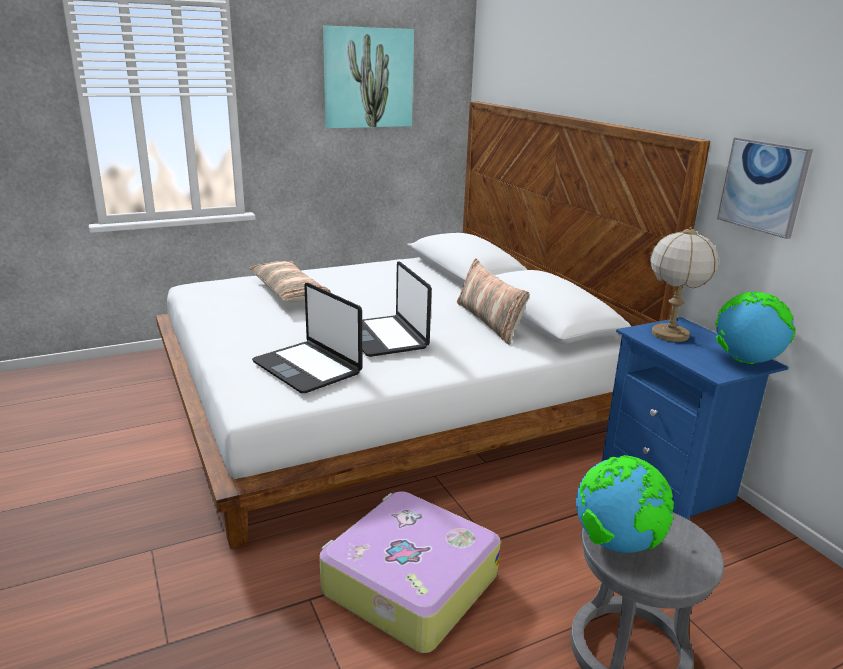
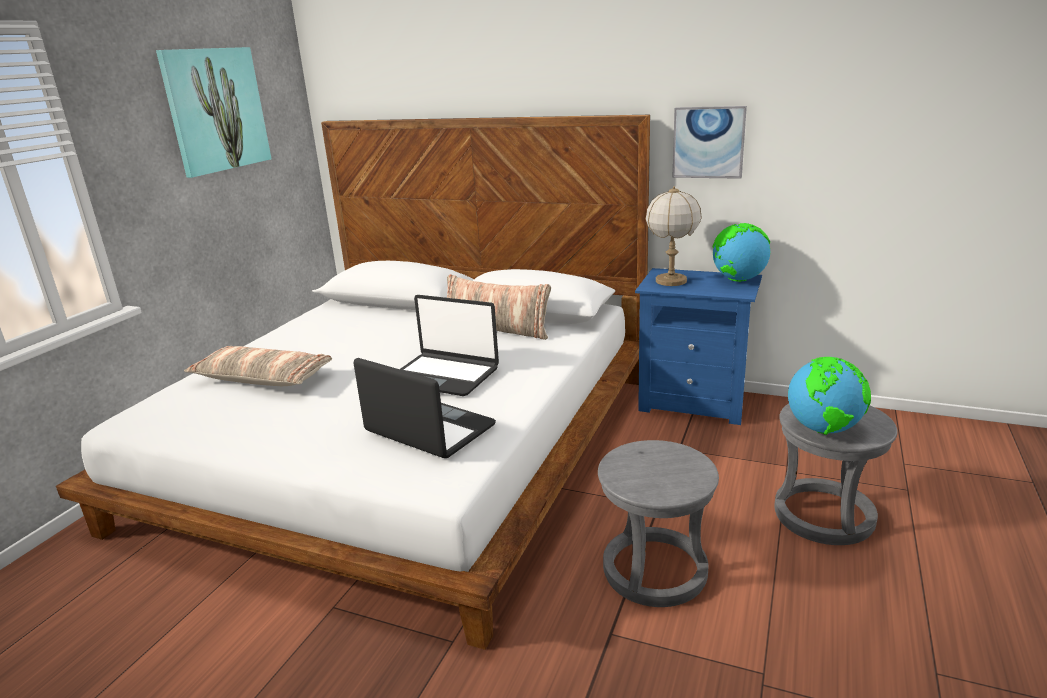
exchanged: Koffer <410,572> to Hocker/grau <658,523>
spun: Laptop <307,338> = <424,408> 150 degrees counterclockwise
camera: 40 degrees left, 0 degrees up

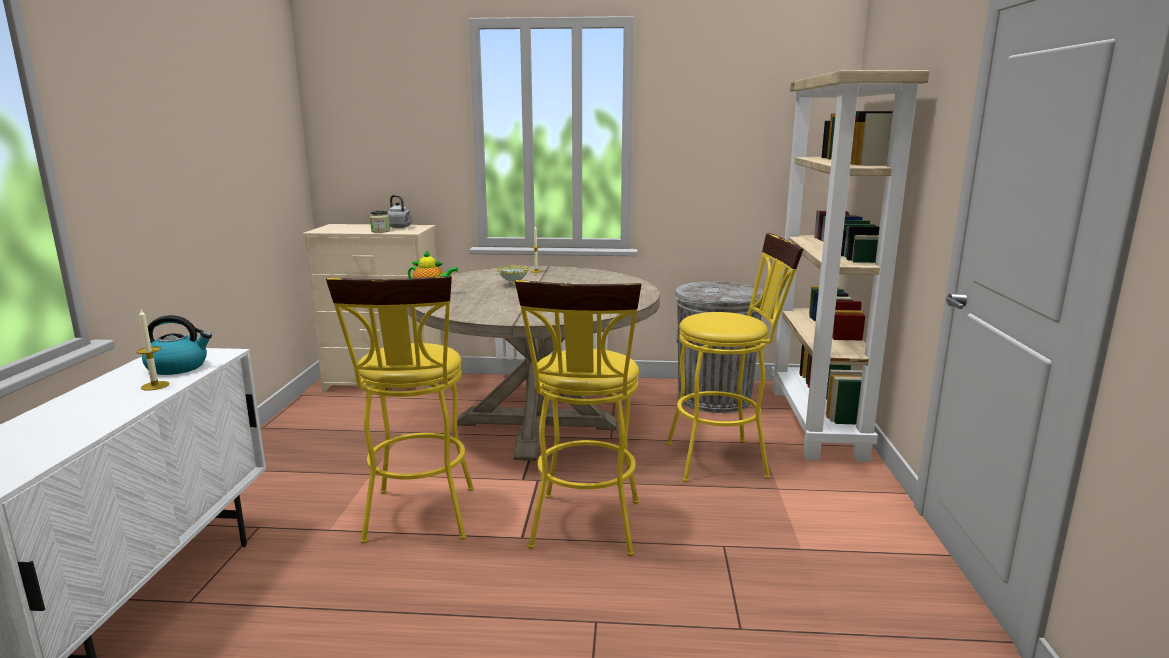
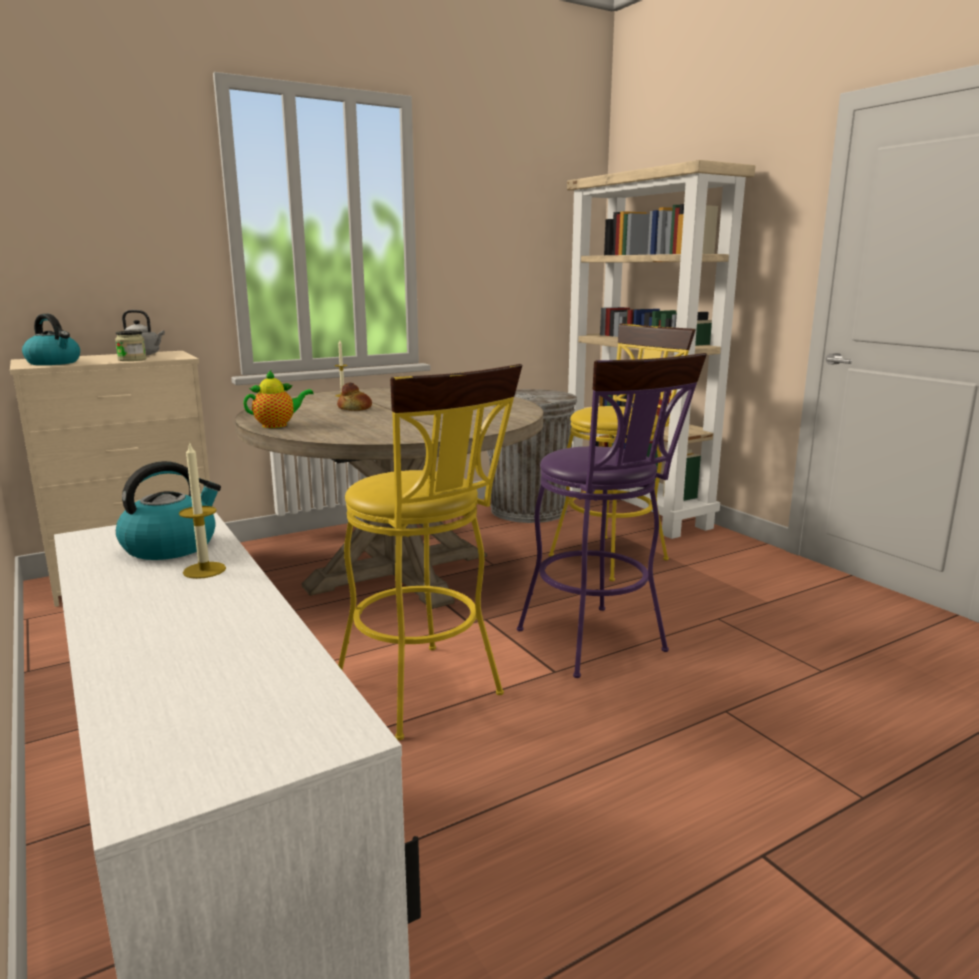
appeared: Wasserkessel <51,339>
exchanged: Schüssel <513,275> to Brot <354,397>
colour: Hocker/gelb <578,418> to Hocker/lila <612,515>
camera: 35 degrees left, 0 degrees up

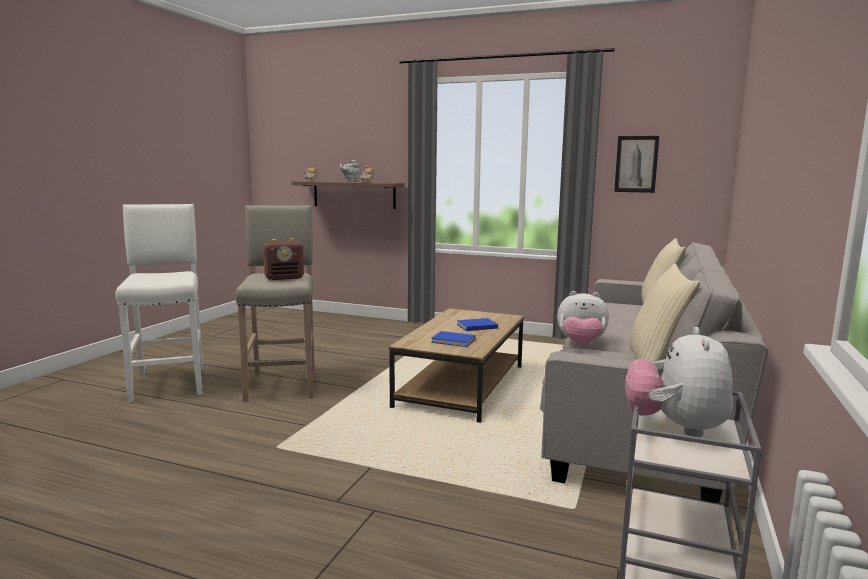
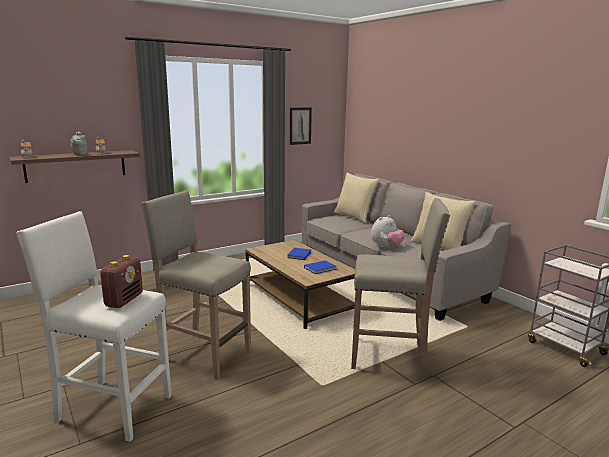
missing: Plüschtier <679,382>
appeared: Hocker/beige <400,287>
relocated: Radio <283,259> to <121,281>
camera: 55 degrees left, 5 degrees up

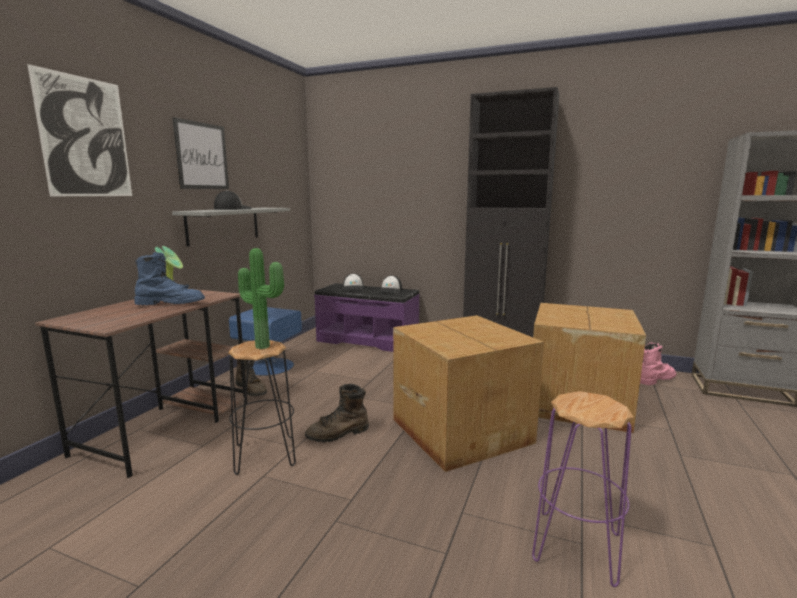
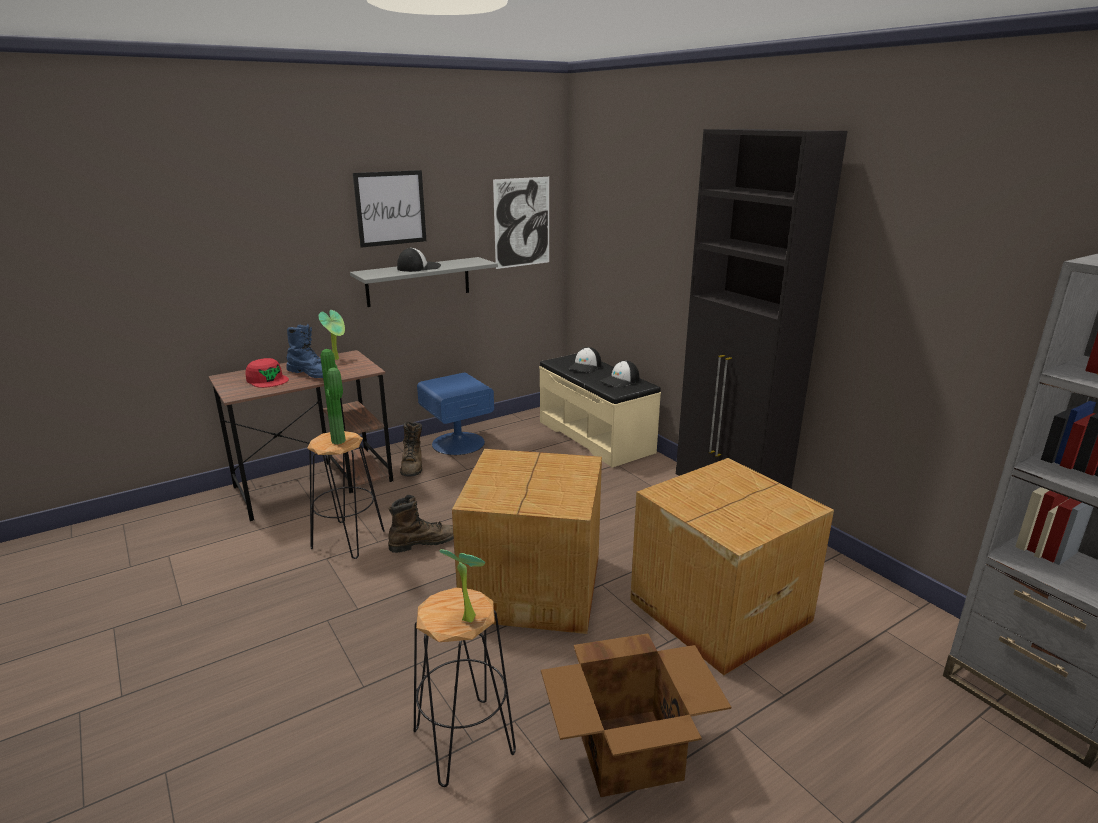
missing: Stiefel/rosa <658,364>
appeared: Kappe/rot <267,373>; Topfpflanze <462,586>; Karton <636,715>
relocated: Bild <79,130> to <521,223>
colour: Bank/lila <367,317> to Bank/beige <600,410>; Hocker/lila <583,489> to Hocker/schwarz <465,687>
spun: Stiefel/braun <337,413> = <421,524> 150 degrees clockwise
camera: 35 degrees right, 10 degrees up

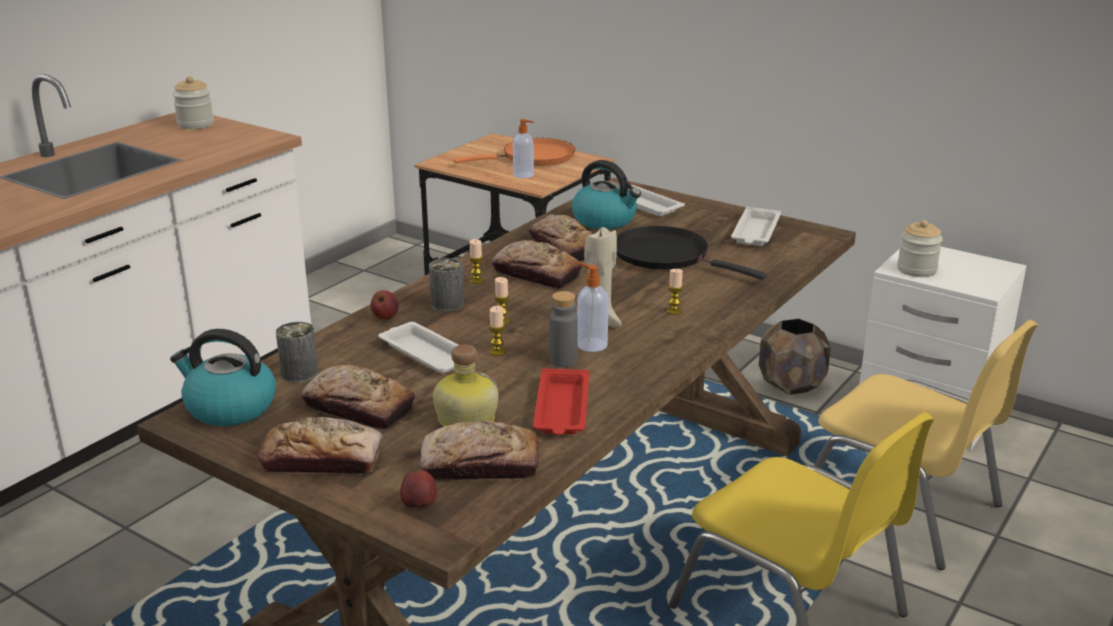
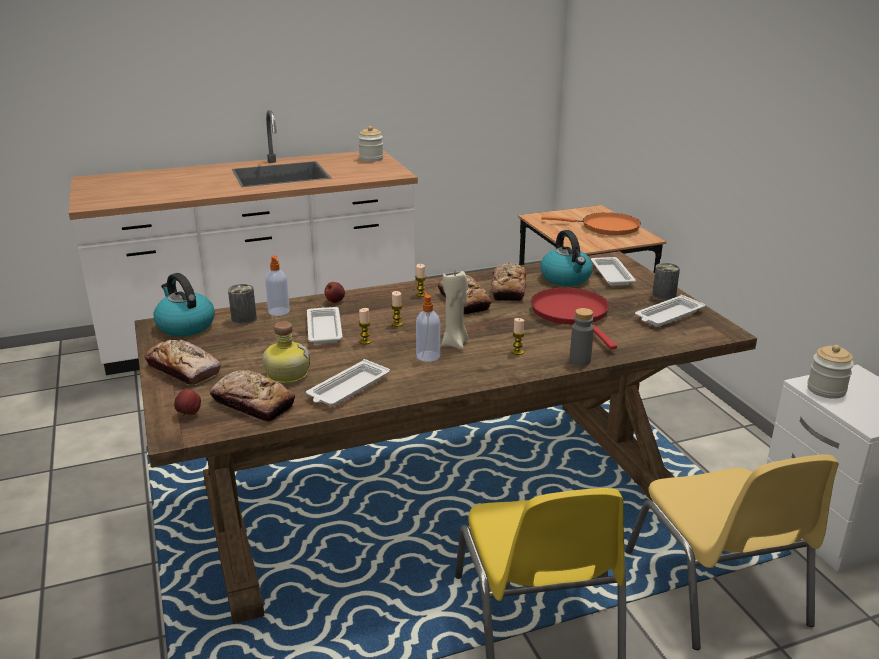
missing: Brot <358,397>; Pflanzkübel/braun <795,356>
relocated: Dose <446,285> to <666,282>; Seifenspender <523,148> to <277,285>; Flasche/grau <563,329> to <582,337>
colour: Tablett/rot <561,401> to Tablett/weiß <348,382>; Pfanne/schwarz <692,253> to Pfanne/rot <574,318>
camera: 35 degrees right, 0 degrees up

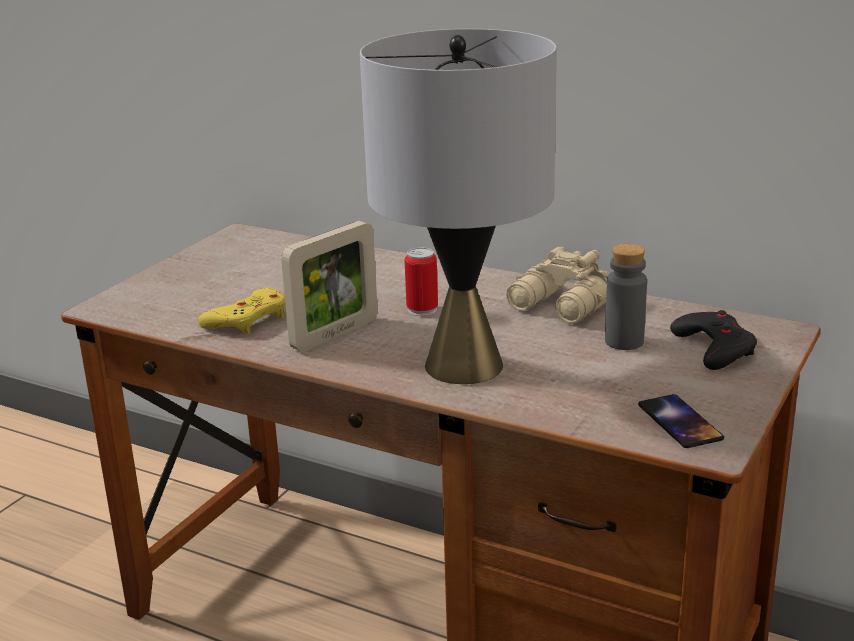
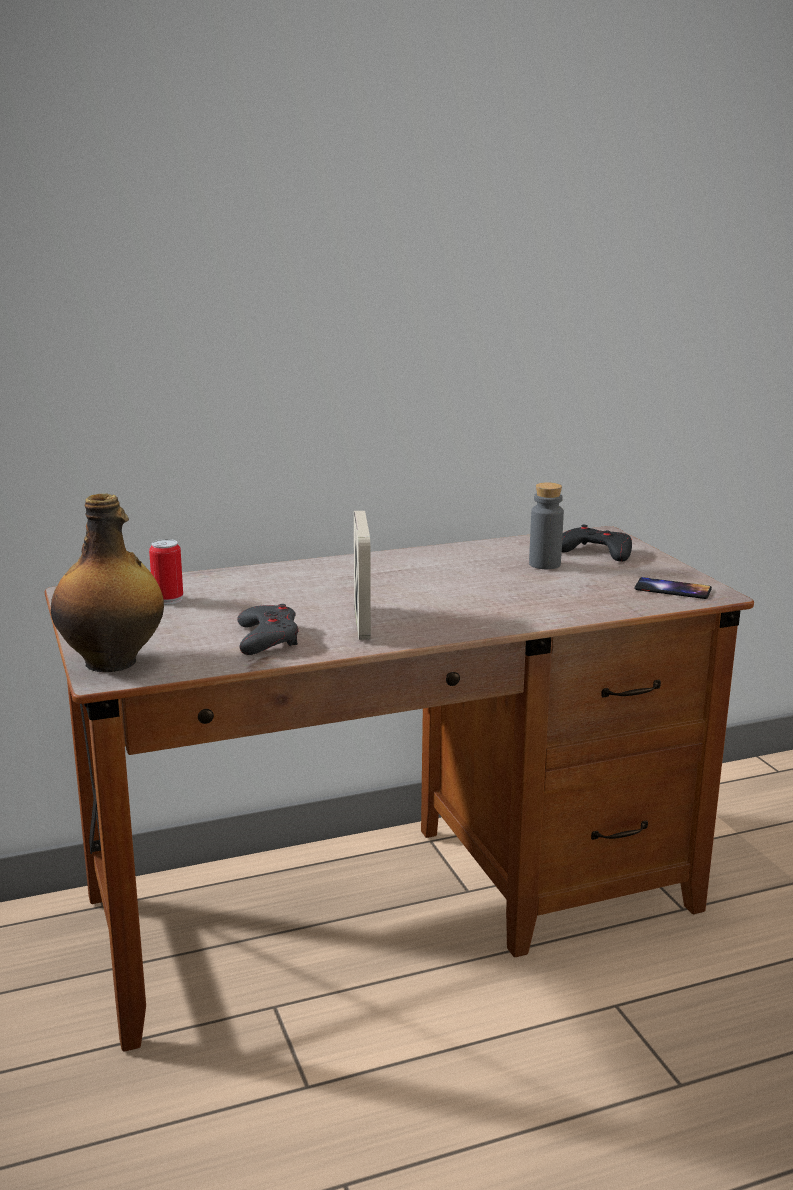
missing: Tischlampe/grau <458,206>; Fernglas/beige <558,285>
appeared: Flasche <107,583>
relocated: Dose <421,282> to <166,572>
colour: Gamepad/gelb <241,311> to Gamepad/grau <268,629>
camera: 50 degrees left, 5 degrees down

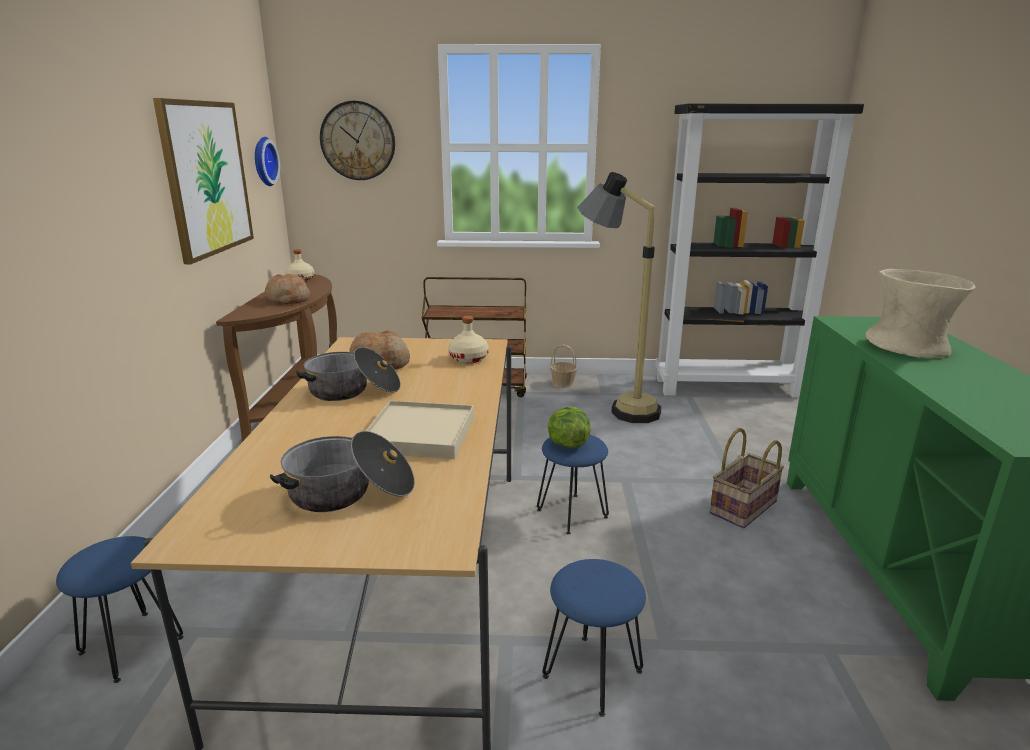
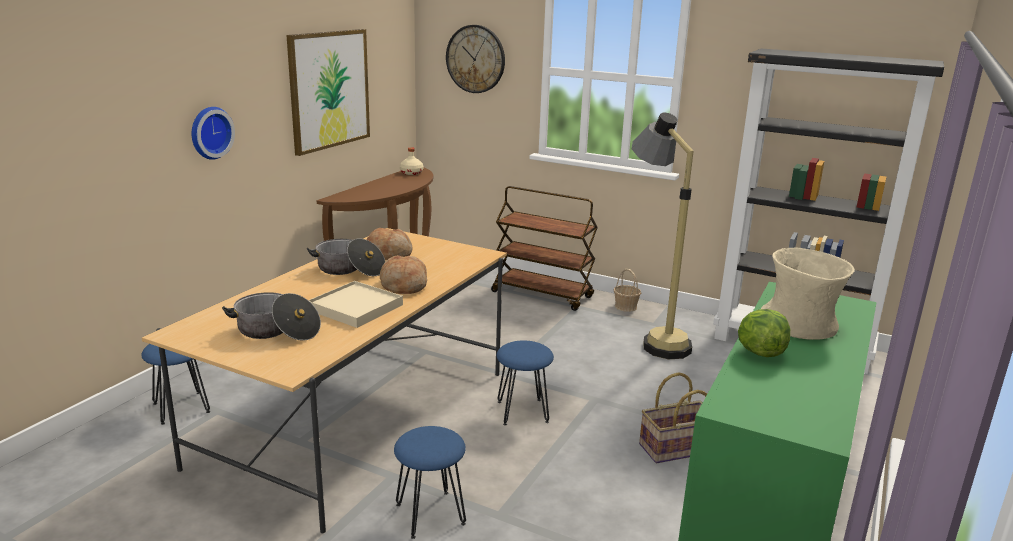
missing: Flasche/beige <468,339>
relocated: Wanduhr <267,161> to <213,133>; Brot <287,289> to <403,274>; Salatkopf <569,427> to <764,333>
camera: 25 degrees right, 0 degrees up

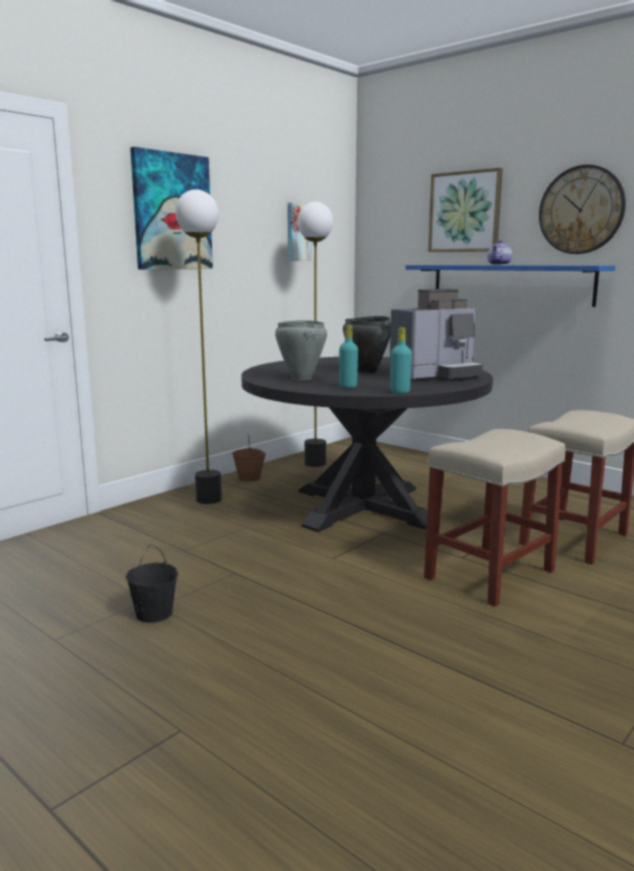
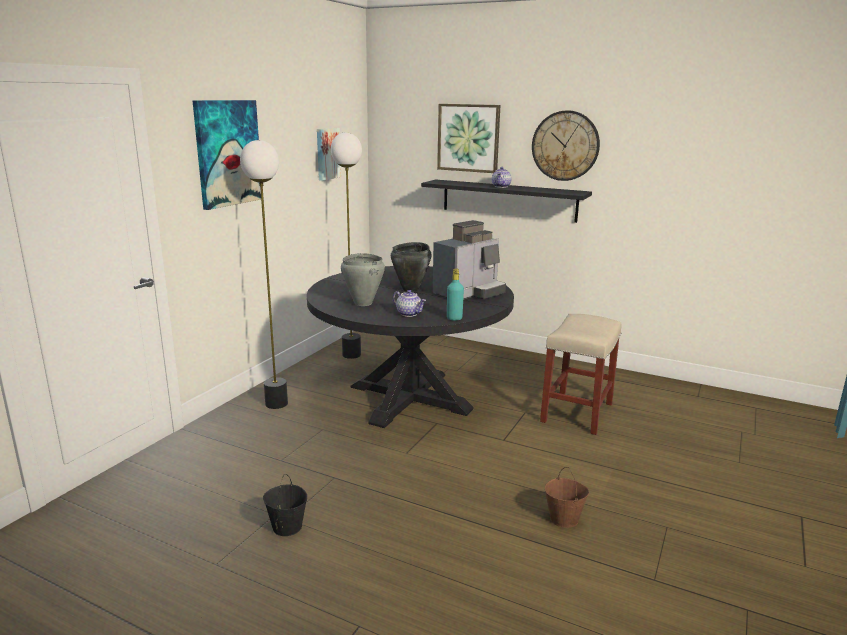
missing: Hocker/beige <495,518>
relocated: Eimer/braun <249,458> to <567,497>
exchanged: Flasche/türkis <348,356> to Teekanne <409,303>
colour: Wandregal/blau <510,286> to Wandregal/schwarz <506,201>
camera: 15 degrees left, 5 degrees up

